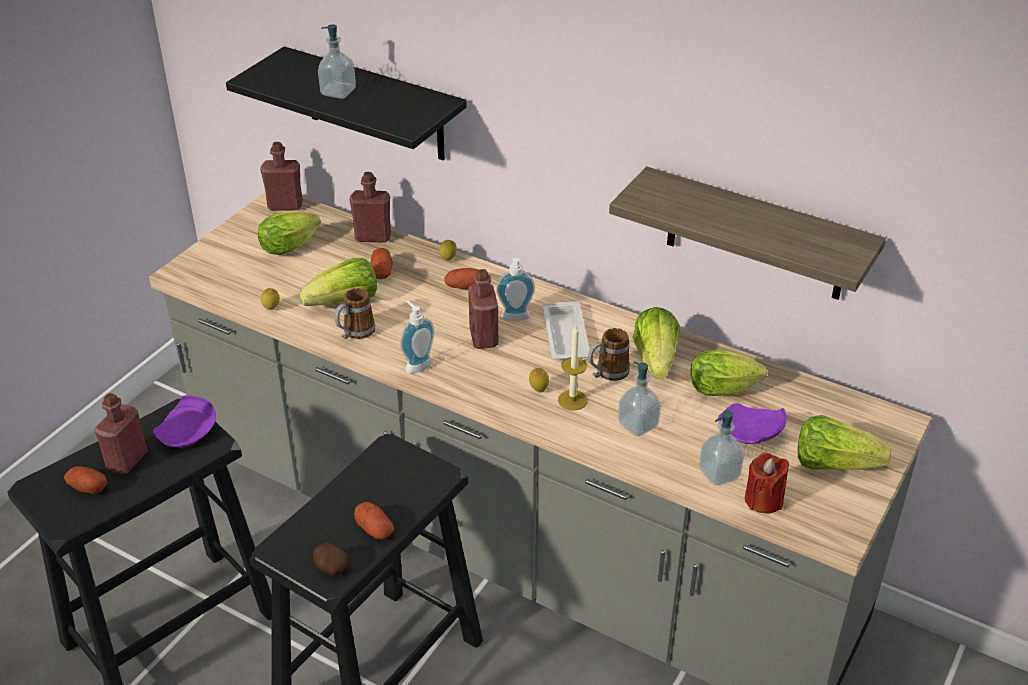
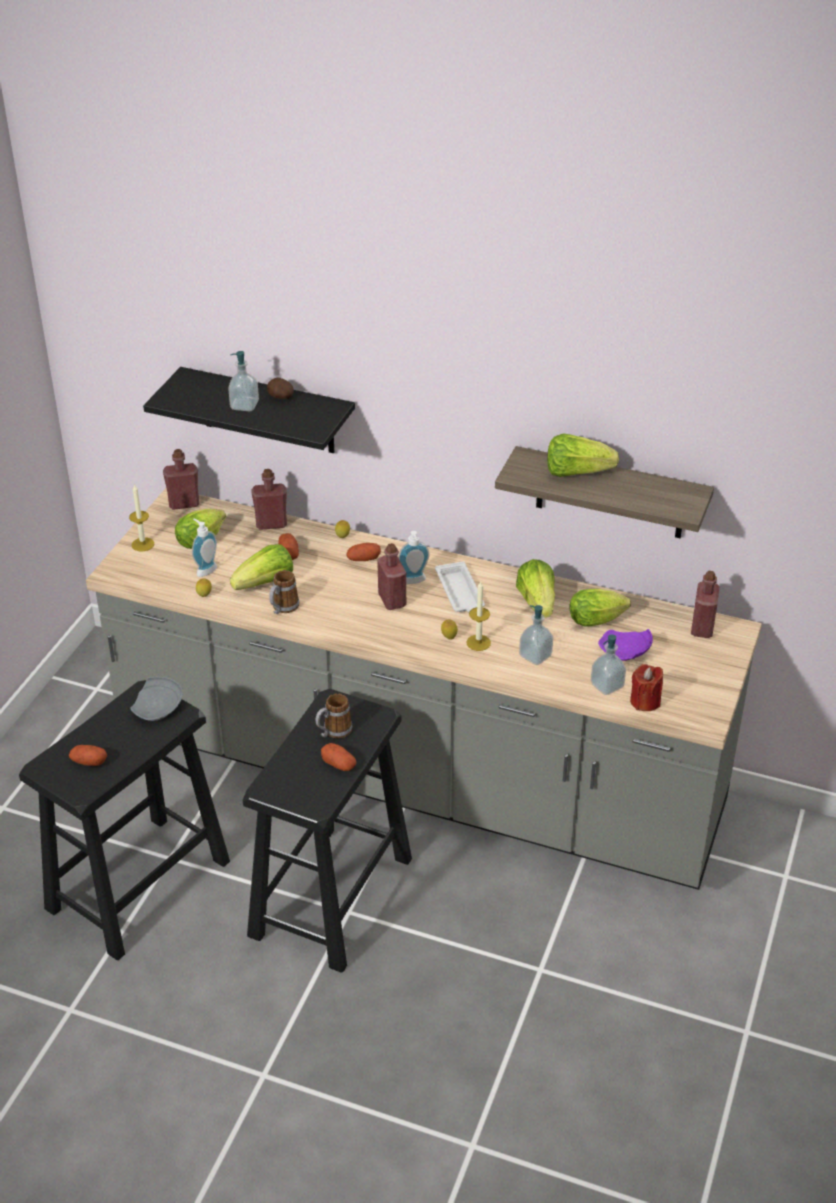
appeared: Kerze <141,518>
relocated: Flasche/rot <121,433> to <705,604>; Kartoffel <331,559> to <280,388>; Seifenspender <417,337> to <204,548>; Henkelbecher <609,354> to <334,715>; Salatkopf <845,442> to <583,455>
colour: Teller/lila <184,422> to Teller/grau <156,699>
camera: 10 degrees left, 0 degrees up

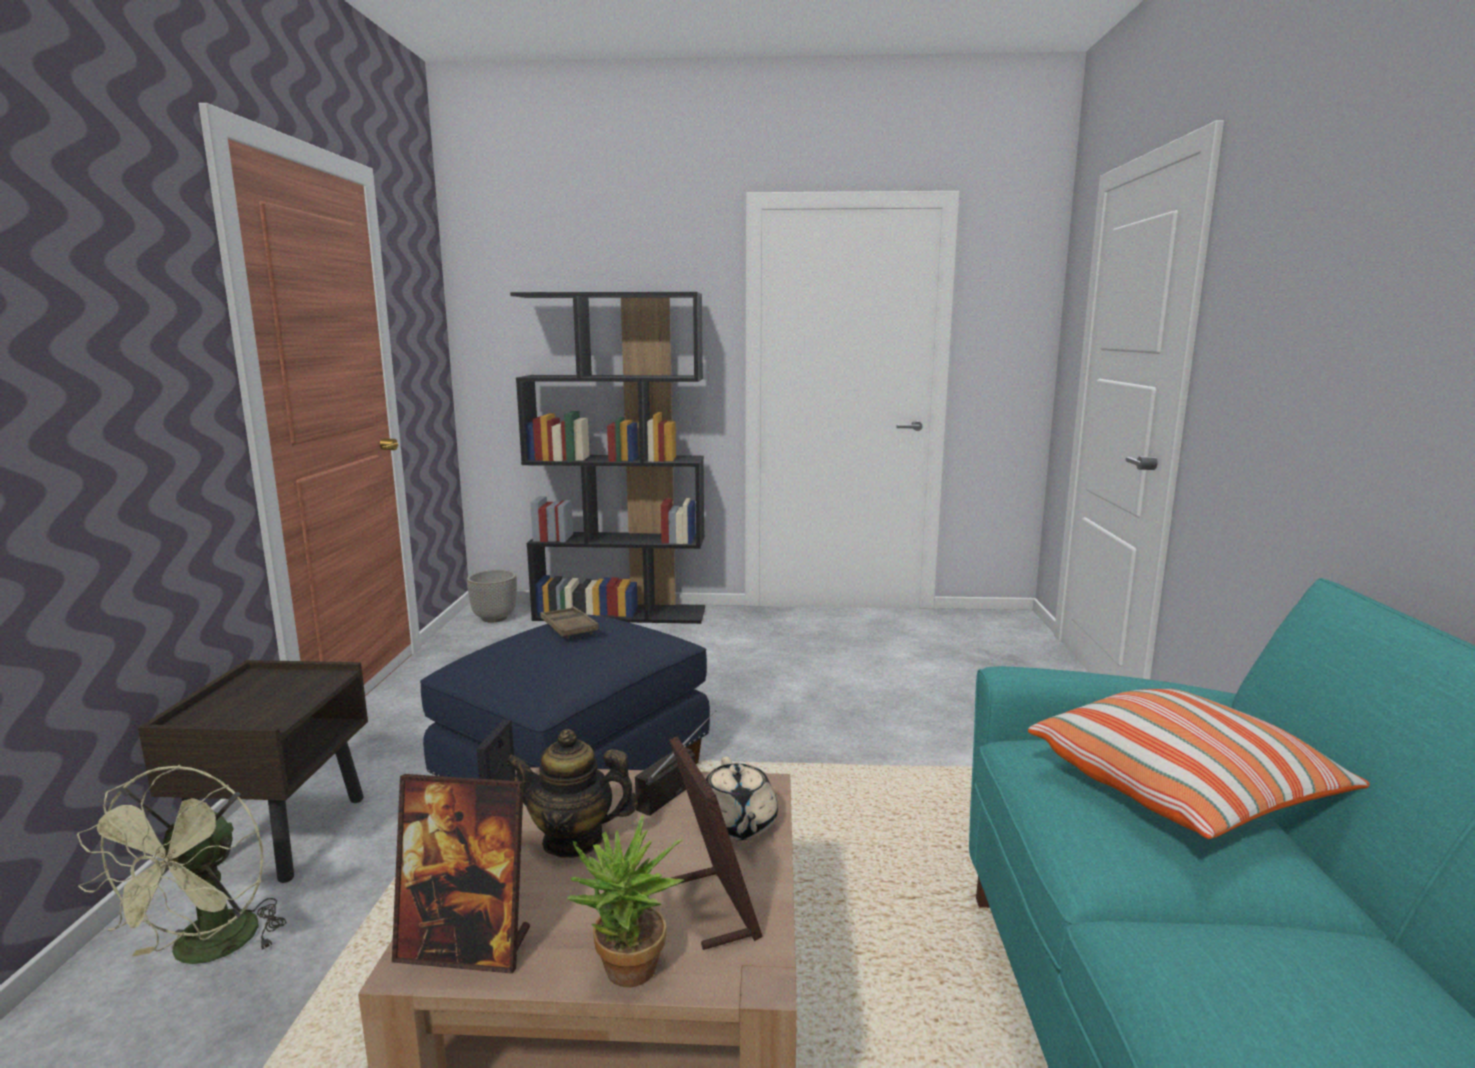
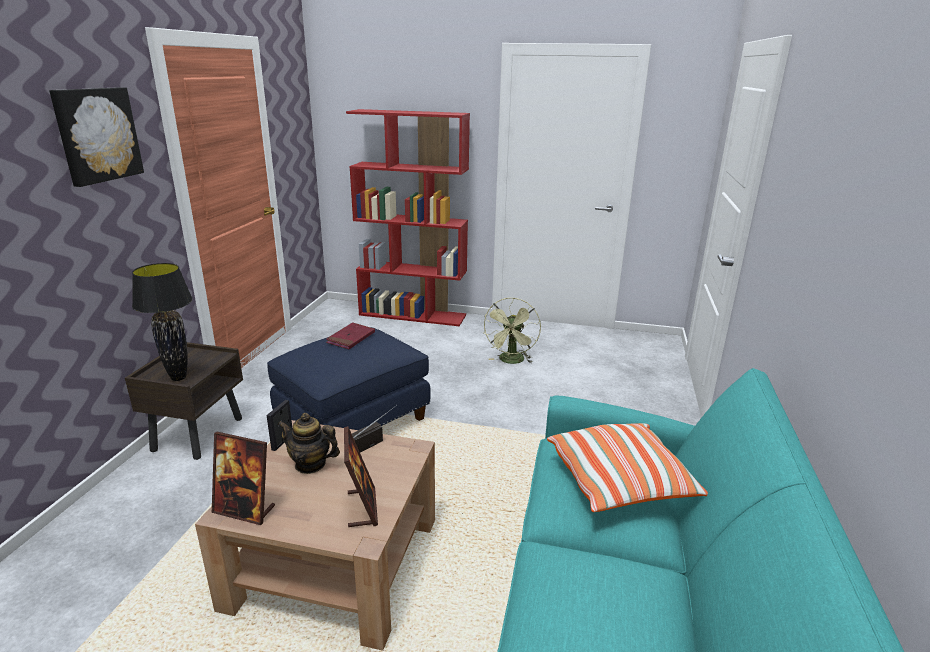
missing: Pflanzkübel <492,596>; Topfpflanze <625,901>; Teekanne/beige <742,798>
appeared: Bild <96,137>; Tischlampe/schwarz <162,322>
relocated: Ventilator/grün <182,864> to <512,331>
exchanged: Tablett/braun <569,622> to Buch/rot <350,335>
colour: Bücherregal/schwarz <607,458> to Bücherregal/rot <408,217>
camera: 10 degrees right, 10 degrees up

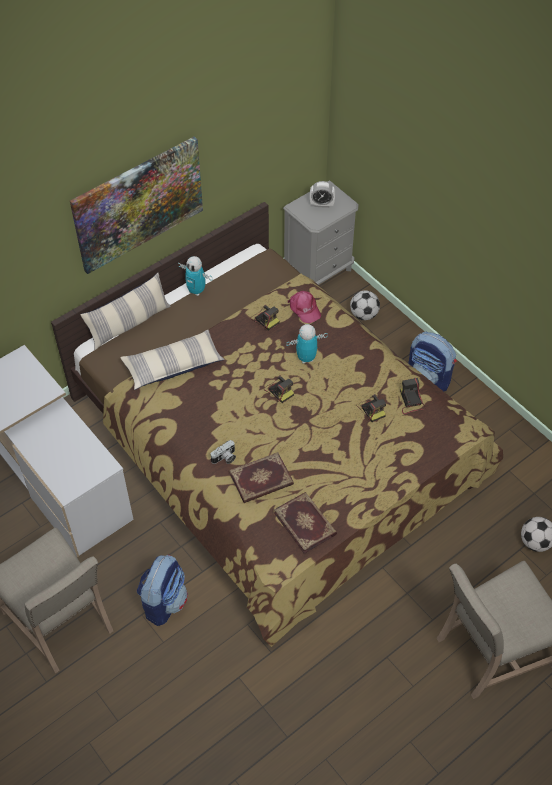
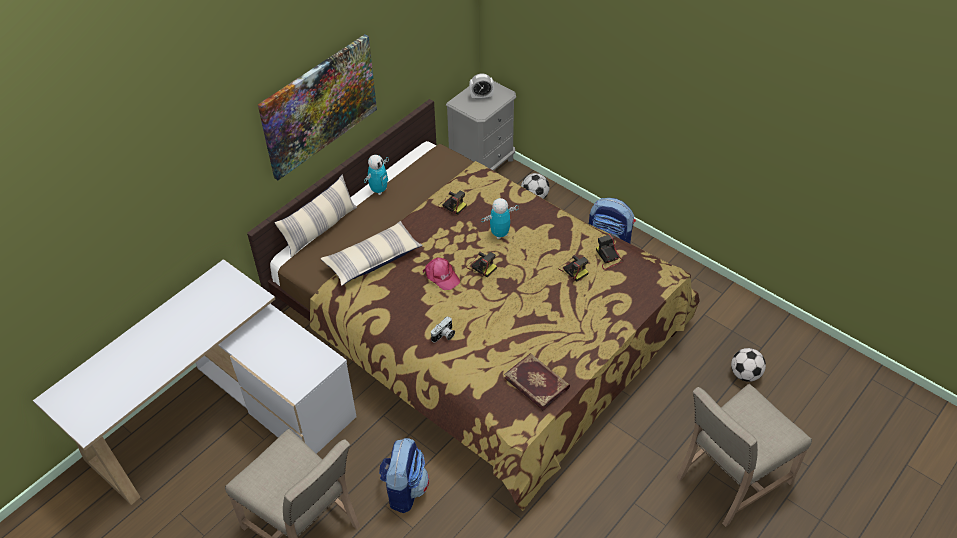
missing: Buch <261,477>
relocated: Kappe/rosa <304,307> to <441,274>
spun: Spielzeugroboter <195,276> = <376,175> 75 degrees counterclockwise
camera: 10 degrees left, 5 degrees down

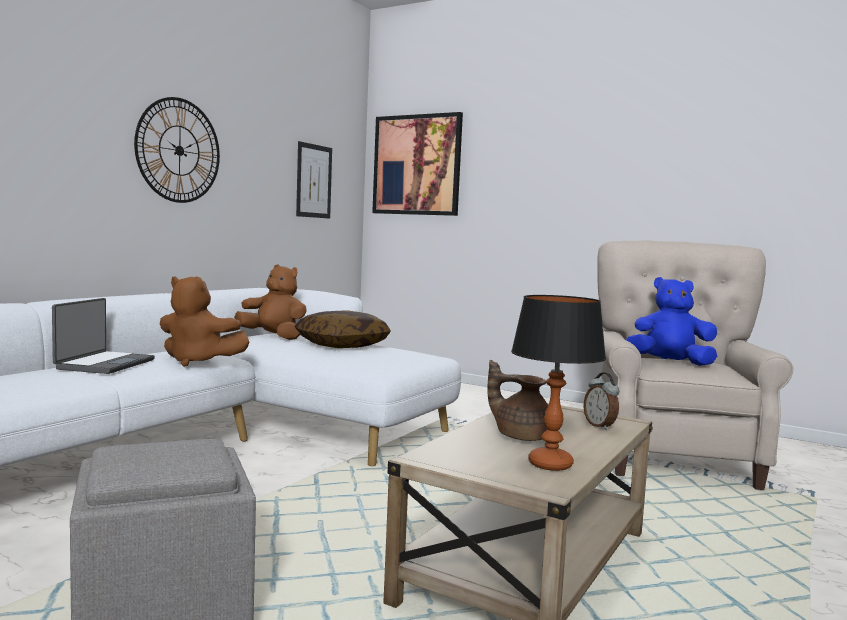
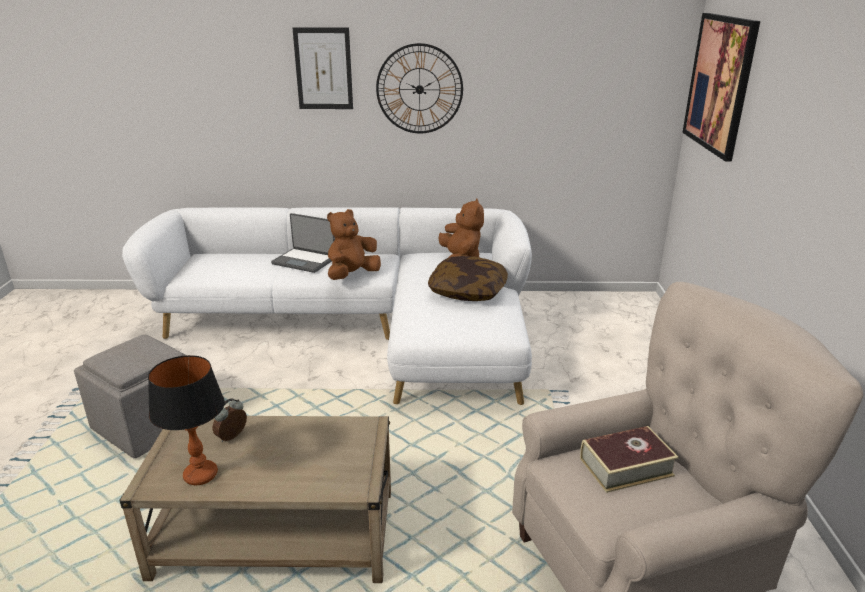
missing: Teekanne/braun <517,400>
relocated: Bild <314,180> to <323,68>; Wecker <601,401> to <229,420>
exchanged: Plüschtier/blau <671,321> to Buch <629,459>
spun: Laptop <103,336> = <303,243> 45 degrees clockwise; Plüschtier/braun <204,321> = <354,244> 60 degrees clockwise
camera: 60 degrees right, 20 degrees up

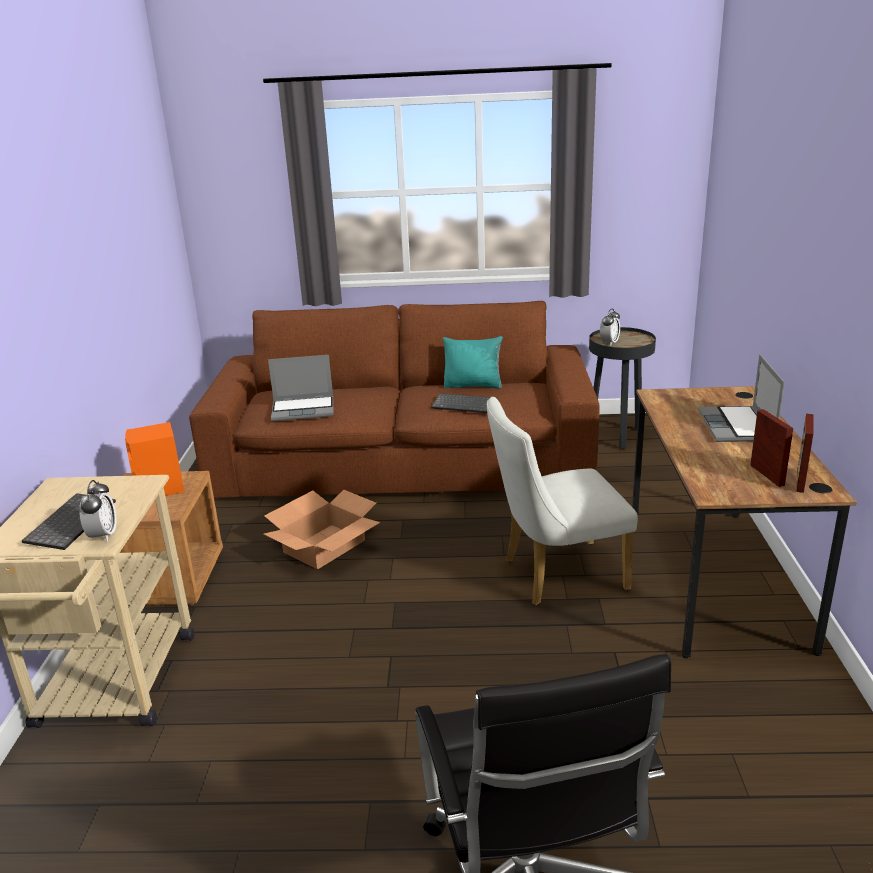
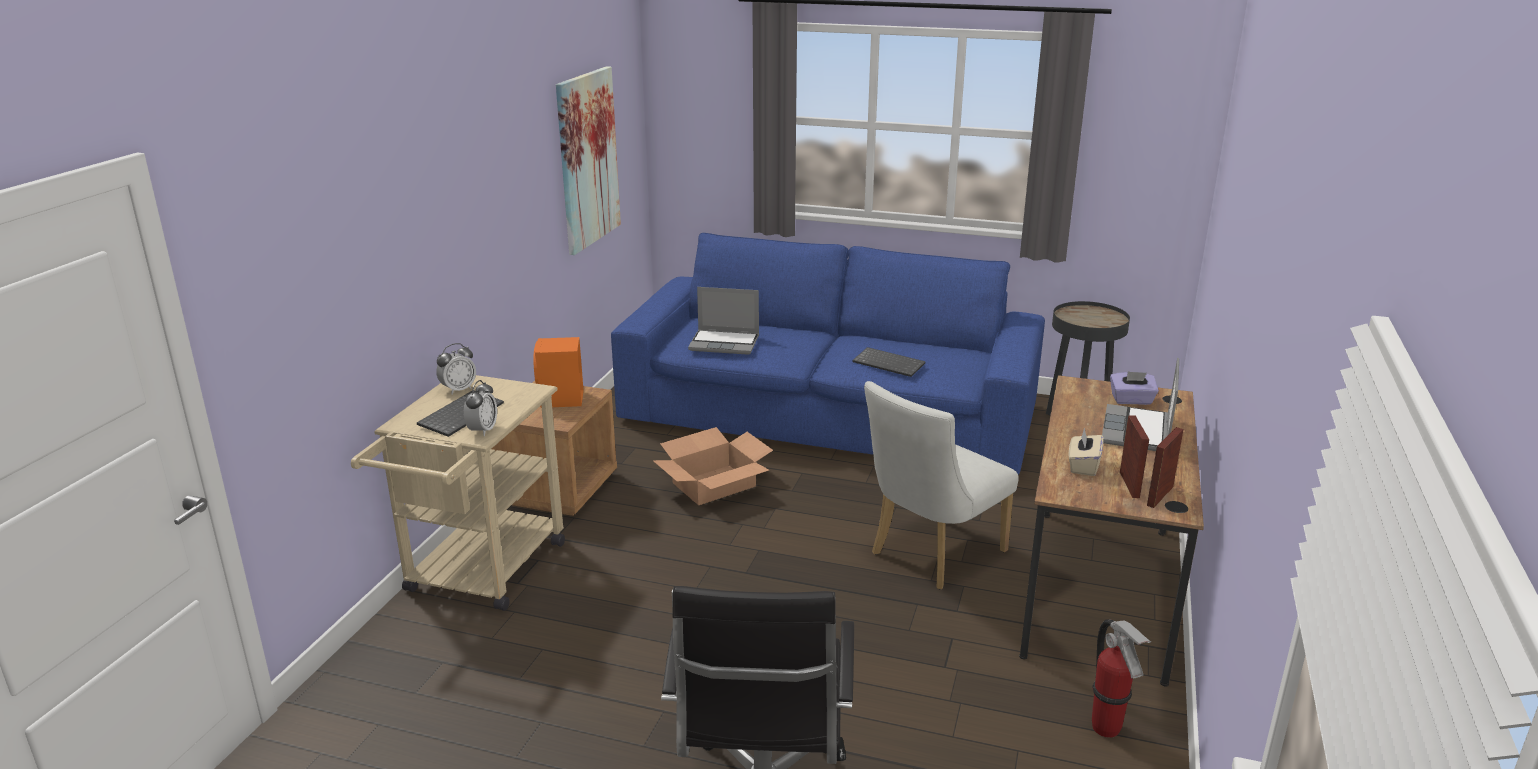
missing: Kissen/türkis <473,362>
appeared: Bild <588,160>; Taschentuchbox/beige <1086,452>; Feuerlöscher <1121,678>; Taschentuchbox/lila <1134,388>
relocated: Wecker <610,327> to <456,368>
colour: Sofa/braun <394,399> to Sofa/blau <828,354>
spun: Stuhl/weiß <562,501> = <941,485> 45 degrees counterclockwise
camera: 15 degrees right, 0 degrees up

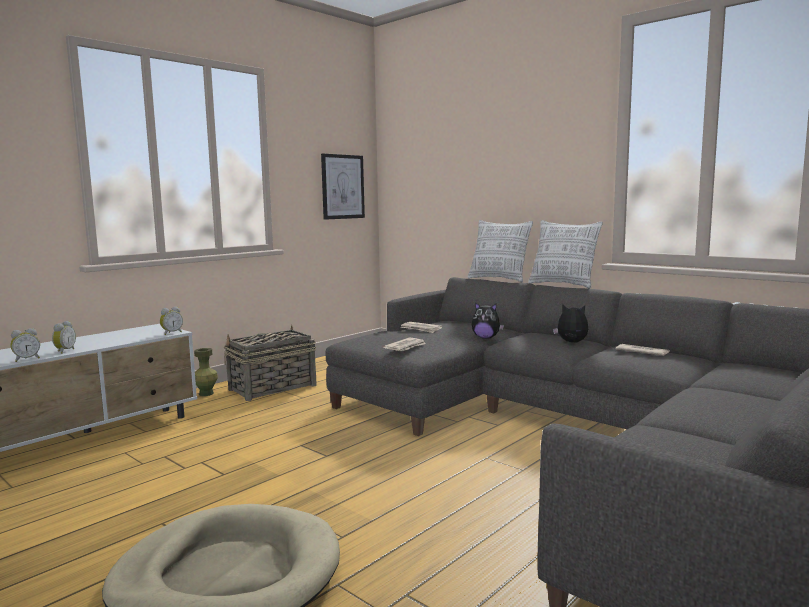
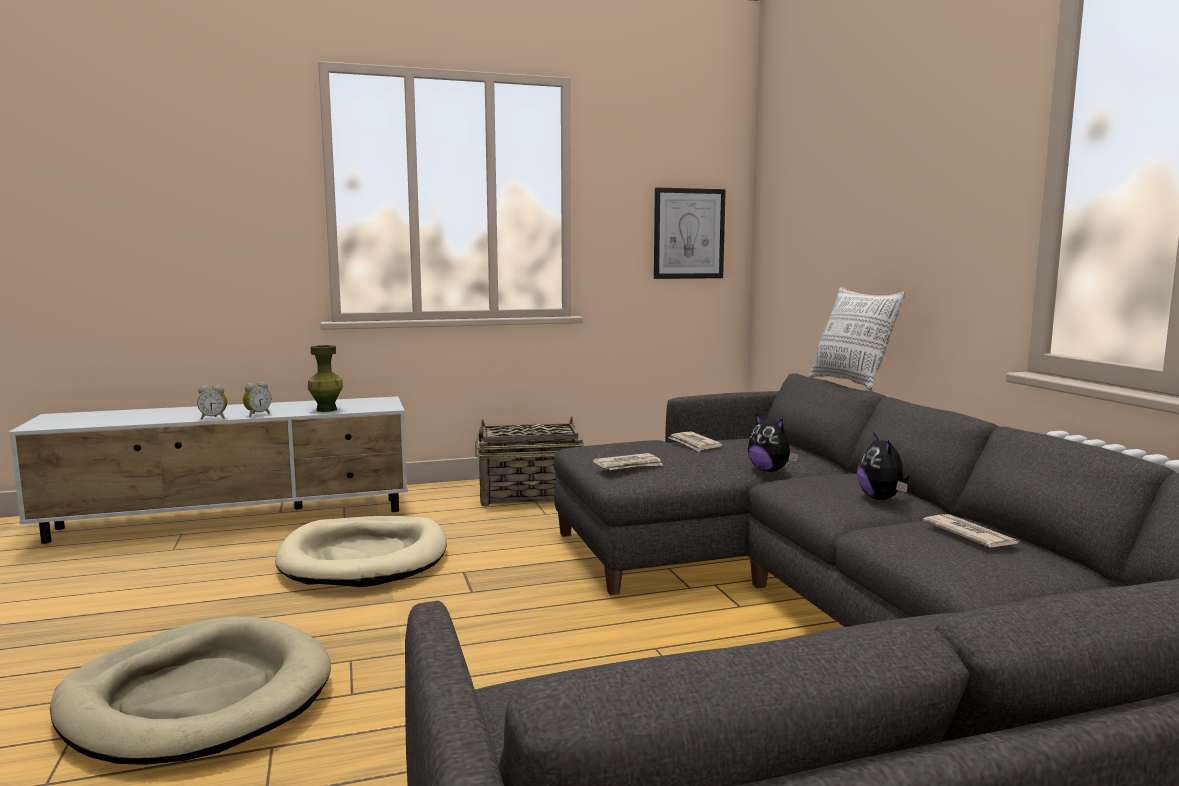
missing: Wecker <171,321>; Kissen <565,254>
appeared: Hundebett/beige <361,551>
relocated: Vase/grün <206,372> to <325,378>
spun: Plüschtier <570,323> = <883,465> 150 degrees counterclockwise
camera: 30 degrees right, 0 degrees up

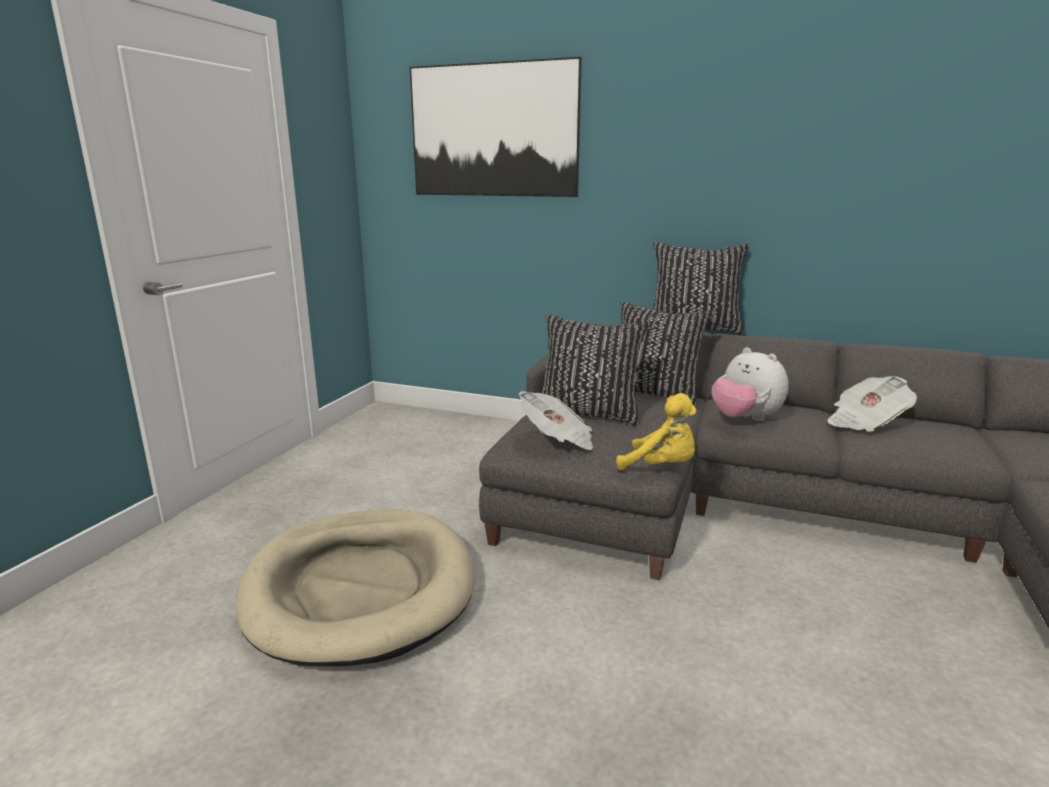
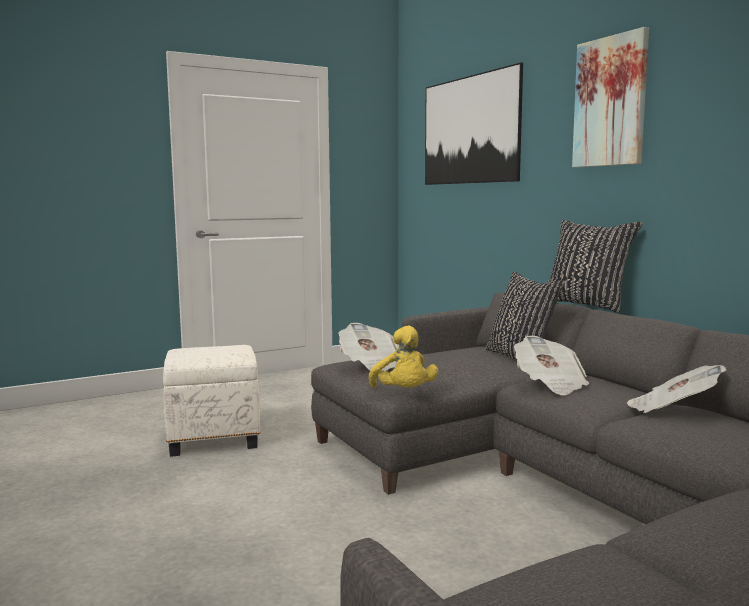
missing: Kissen/schwarz <595,370>
appeared: Bild <610,97>
exchanged: Hundebett/beige <355,588> to Polsterhocker/weiß <212,401>; Plüschtier <750,384> to Zeitung <551,365>
camera: 40 degrees right, 10 degrees down

